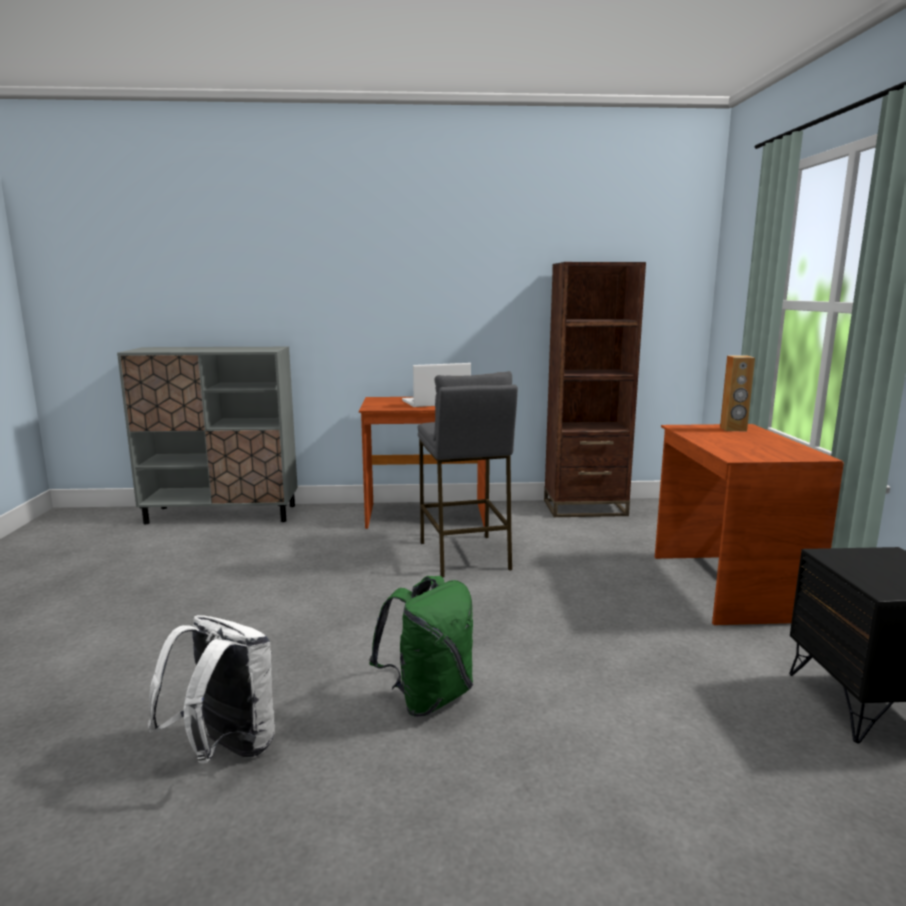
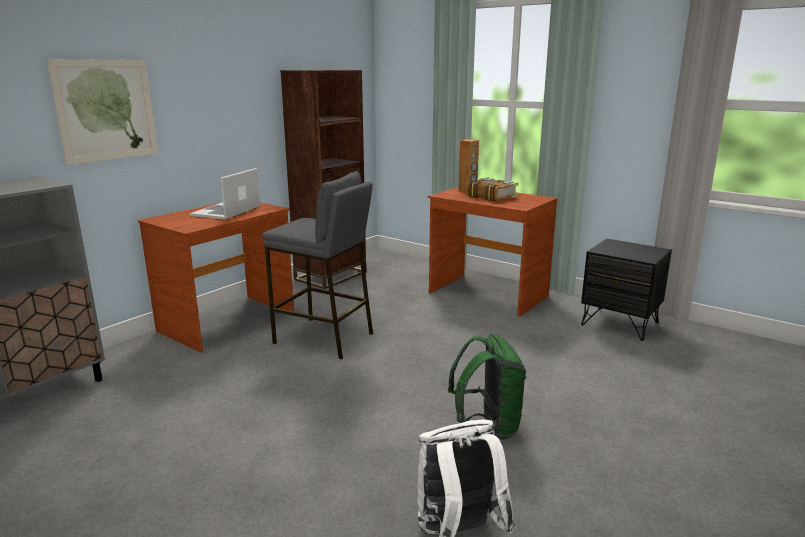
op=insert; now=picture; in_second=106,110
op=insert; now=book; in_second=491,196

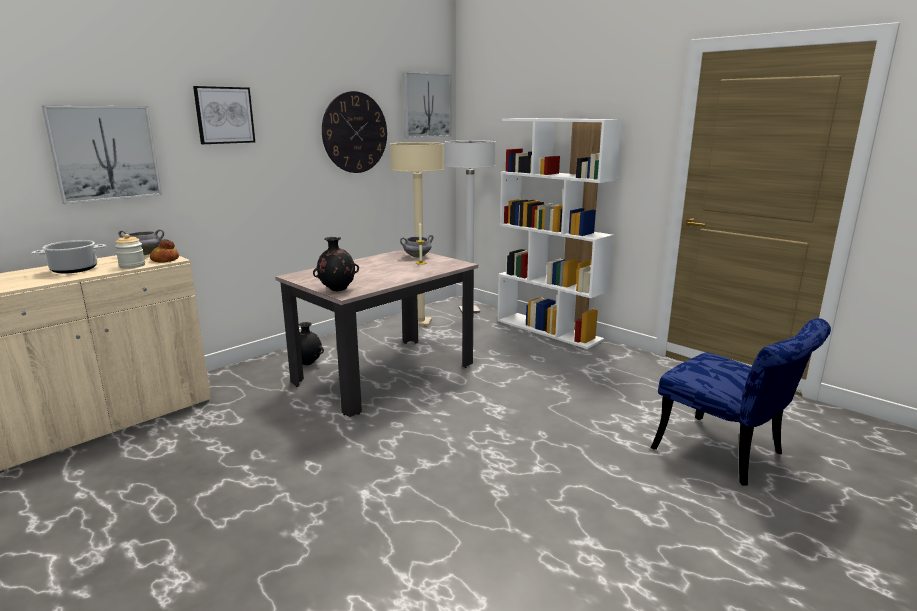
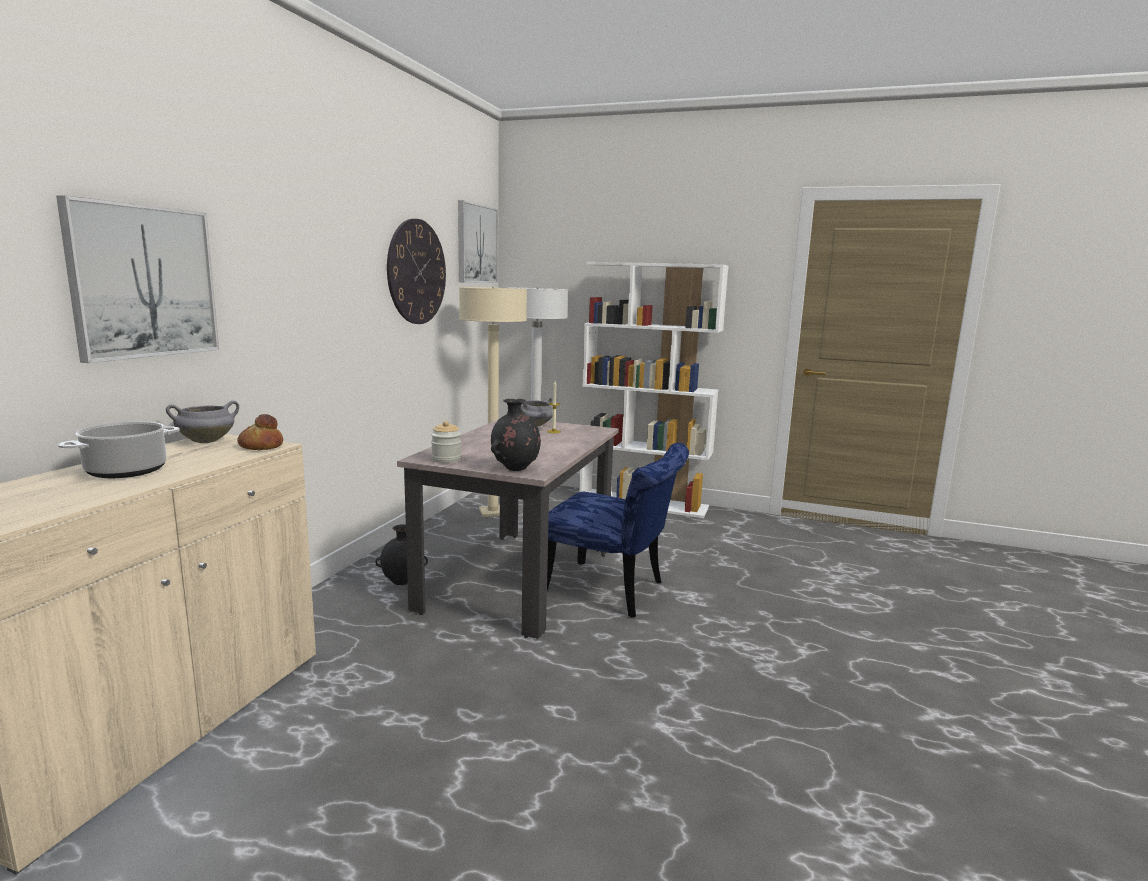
op=delete; was=picture; in_first=224,115
op=move; was=jar; in_first=132,266; in_second=446,459
op=move; was=chair (blue); in_first=728,455; in_second=613,592

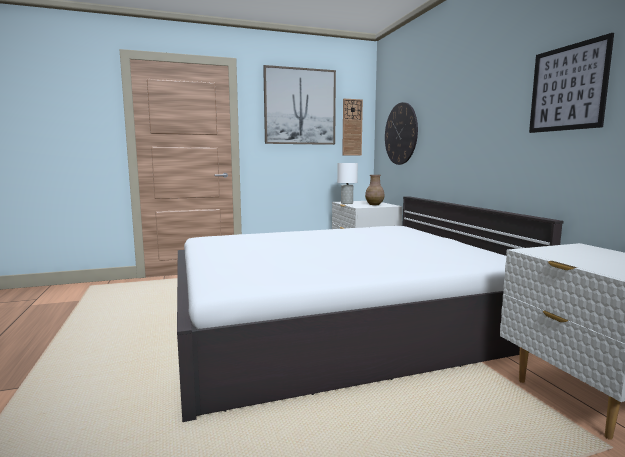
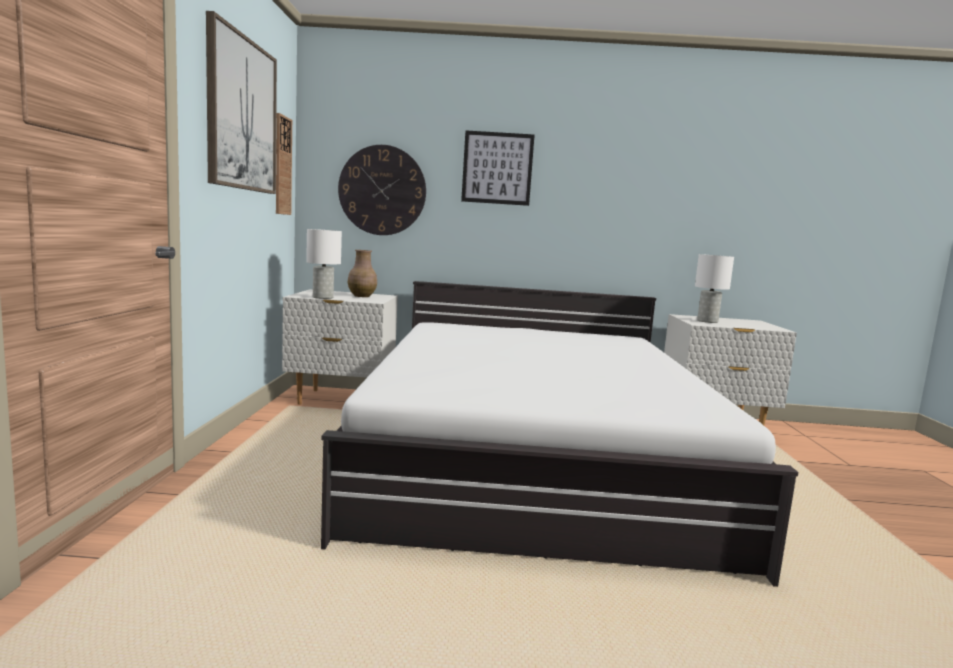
op=insert; now=table lamp (white); in_second=707,321
op=move; was=picture; in_first=567,88; in_second=497,168

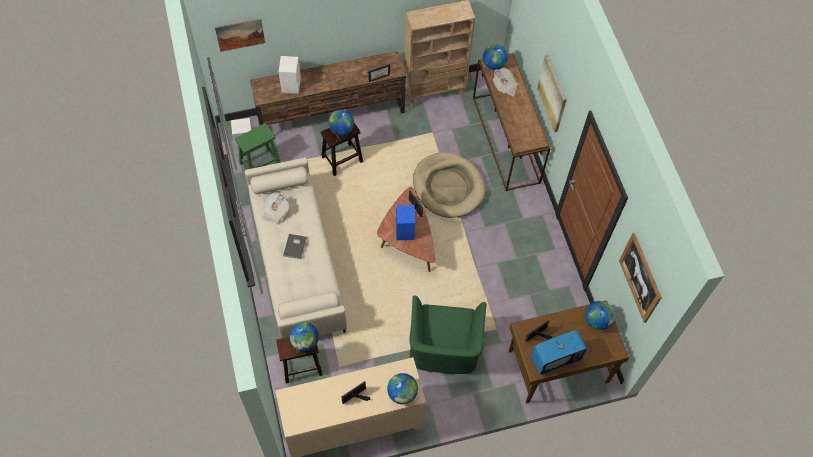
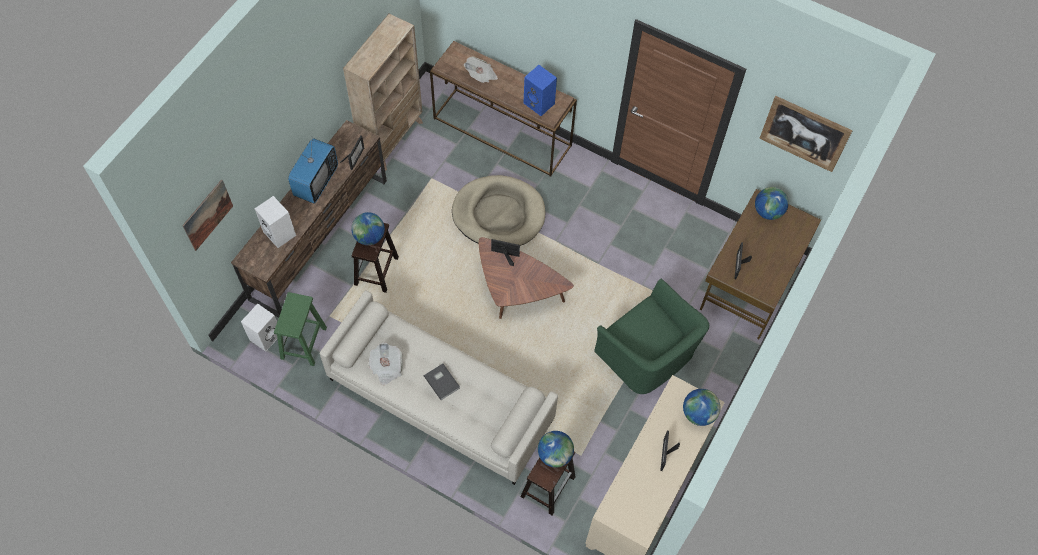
op=delete; was=globe; in_first=493,64
op=delete; was=picture; in_first=553,93
op=move; was=speaker (blue); in_first=405,231; in_second=540,103
op=move; was=television; in_first=555,358; in_second=316,182

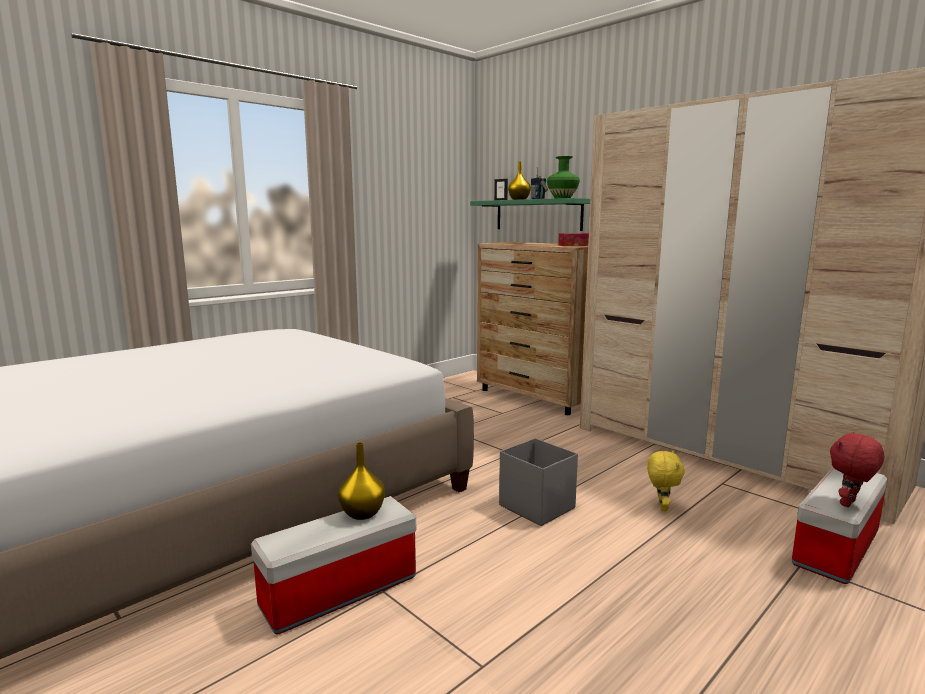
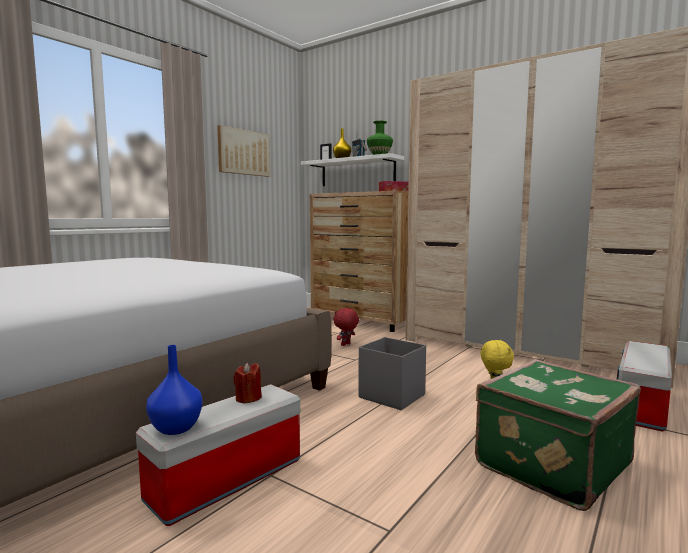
op=insert; now=vase (blue); in_second=177,428
op=insert; now=picture; in_second=244,152
op=insert; now=suitcase (green); in_second=549,464
op=move; was=plush toy (red); in_first=849,504; in_second=346,345
op=replace; was=vase (yellow); now=candle (red); in_first=363,513; in_second=248,398
op=recolor; was=shelf (green); now=shelf (white); in_first=538,215; in_second=357,172

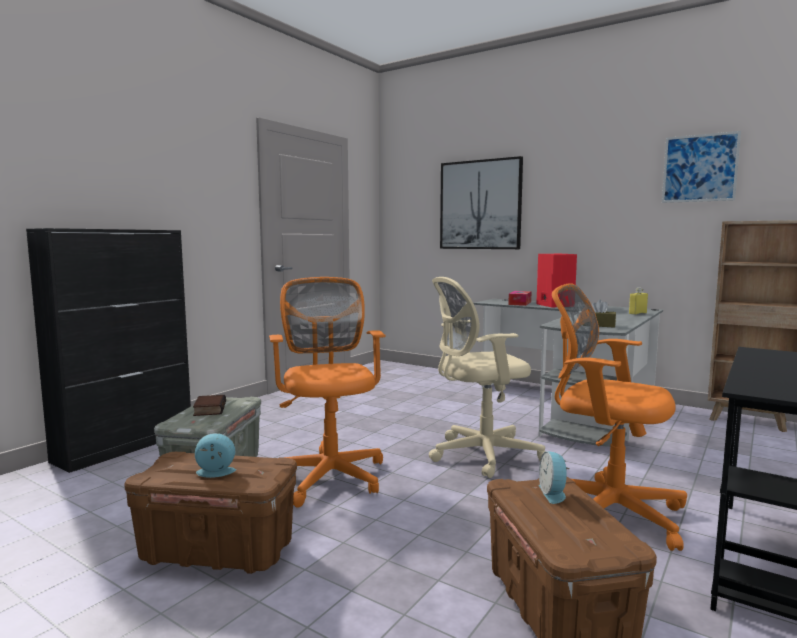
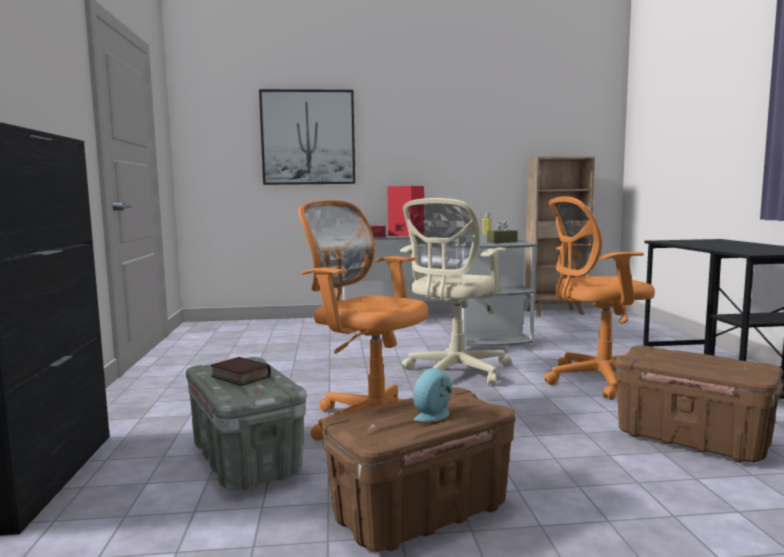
op=delete; was=alarm clock; in_first=553,493
op=delete; was=picture; in_first=699,168

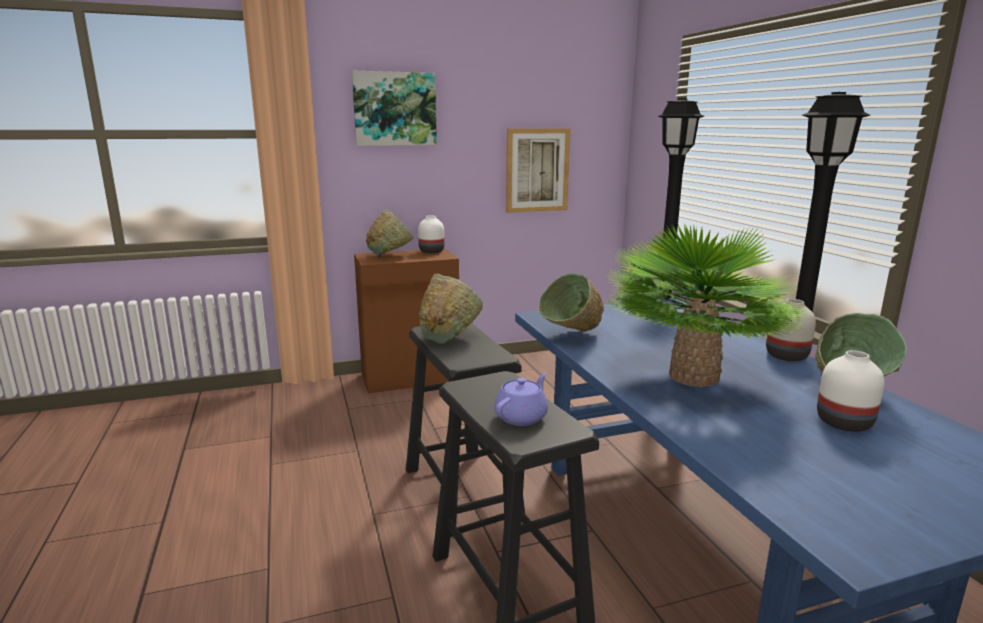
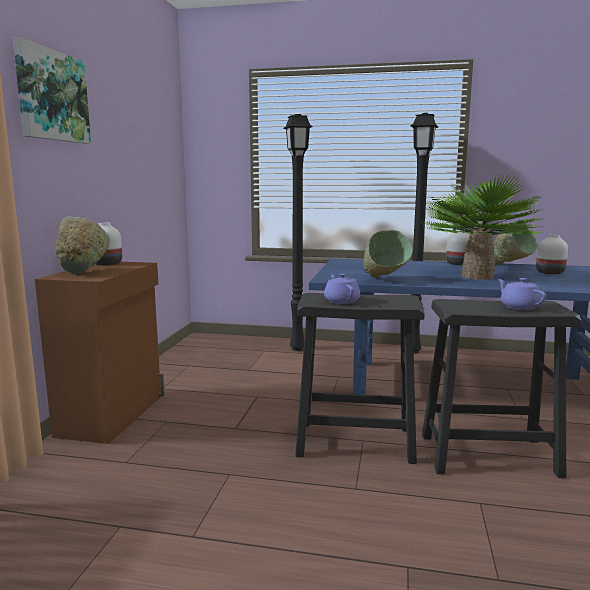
op=delete; was=picture; in_first=537,170
op=replace; was=bowl (green); now=teapot (purple); in_first=448,338; in_second=341,301

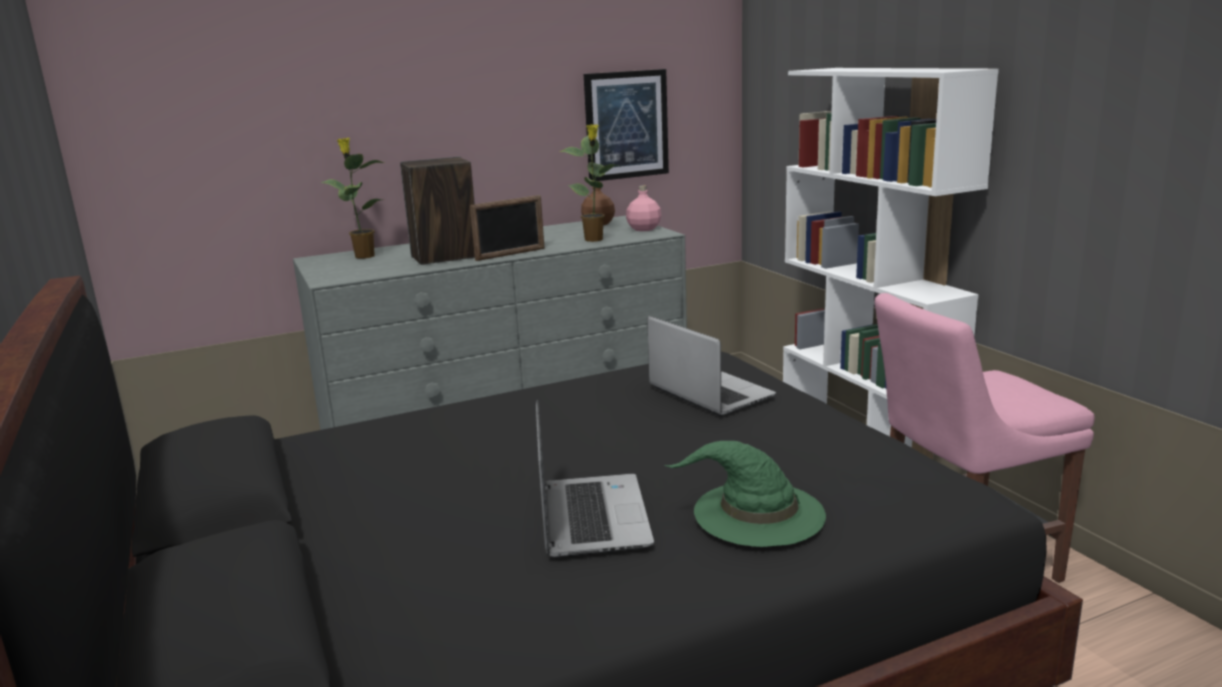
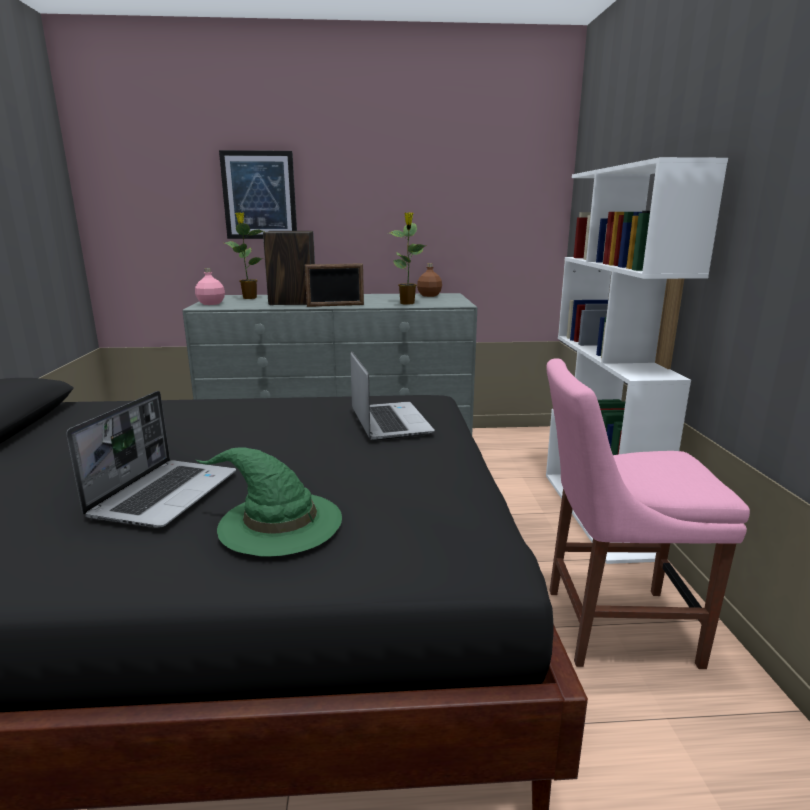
op=move; was=picture; in_first=626,125; in_second=259,195
op=move; was=bottle (pink); in_first=643,229; in_second=210,304

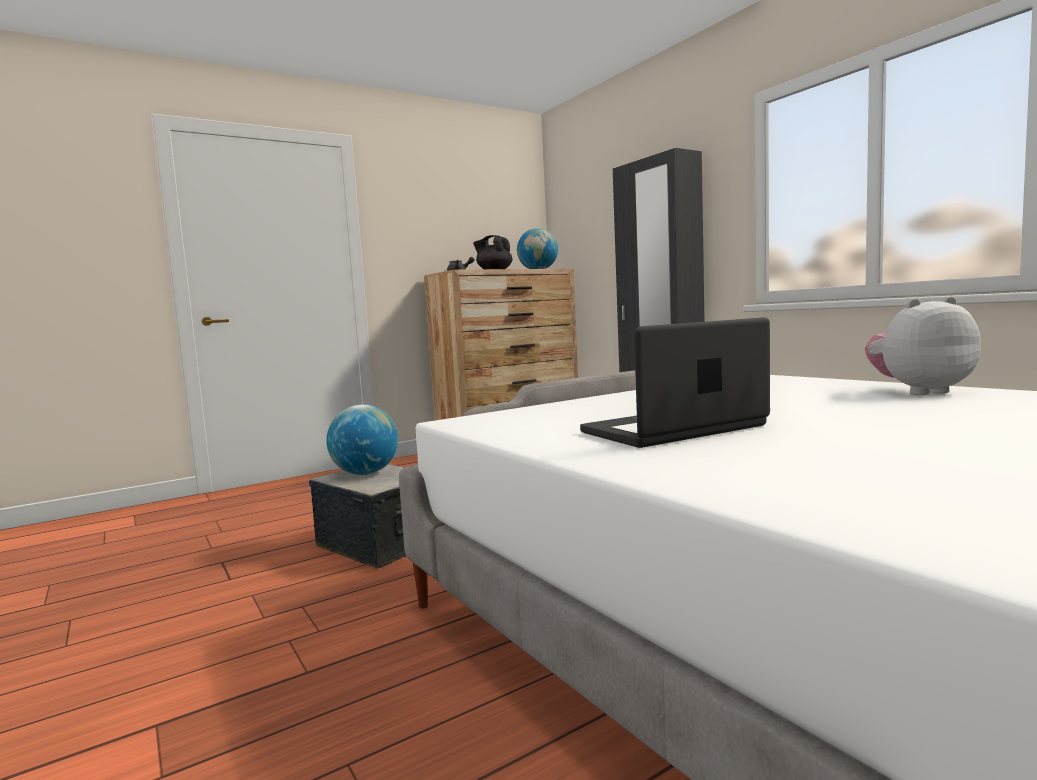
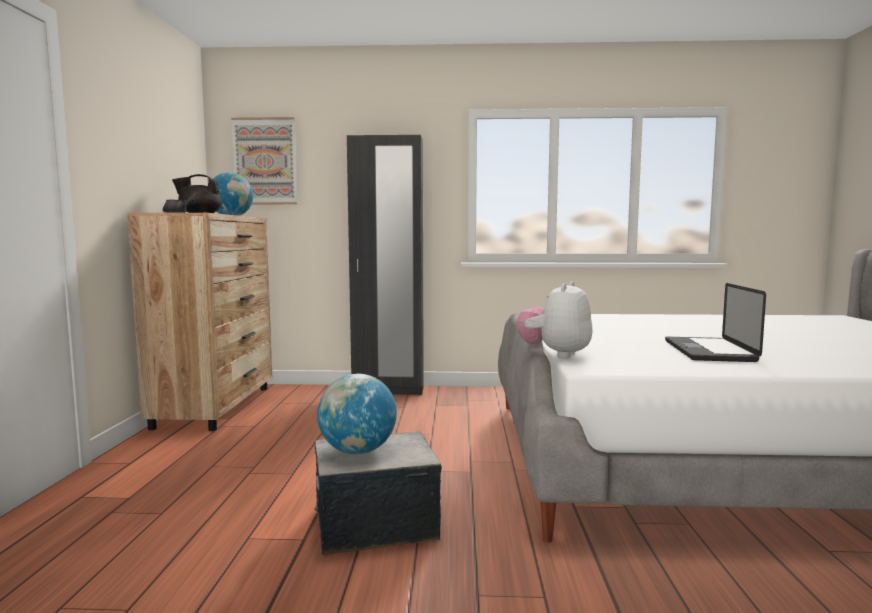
op=insert; now=picture; in_second=265,161
op=move; was=plush toy; in_first=919,391; in_second=555,354

